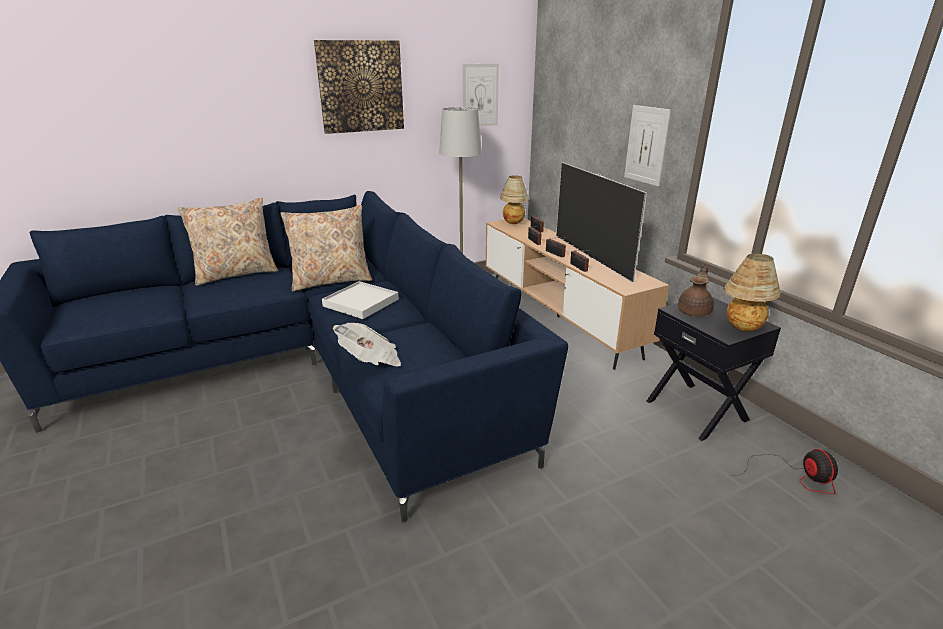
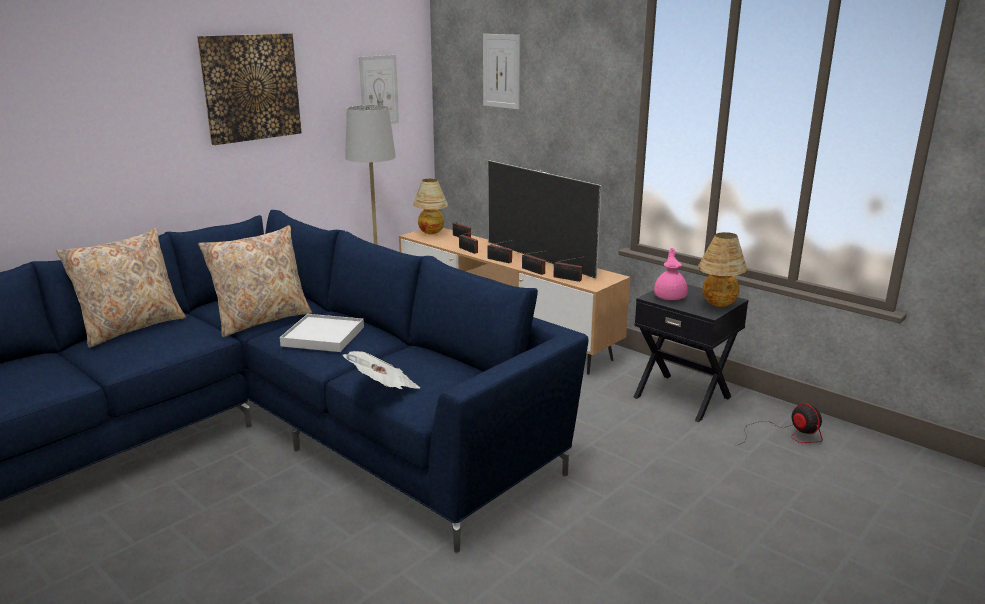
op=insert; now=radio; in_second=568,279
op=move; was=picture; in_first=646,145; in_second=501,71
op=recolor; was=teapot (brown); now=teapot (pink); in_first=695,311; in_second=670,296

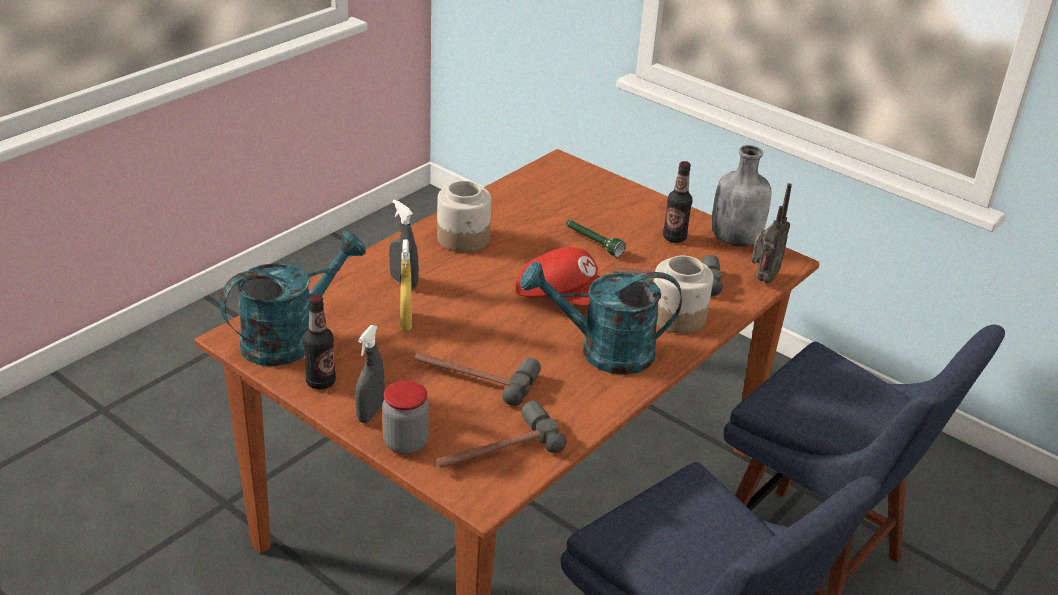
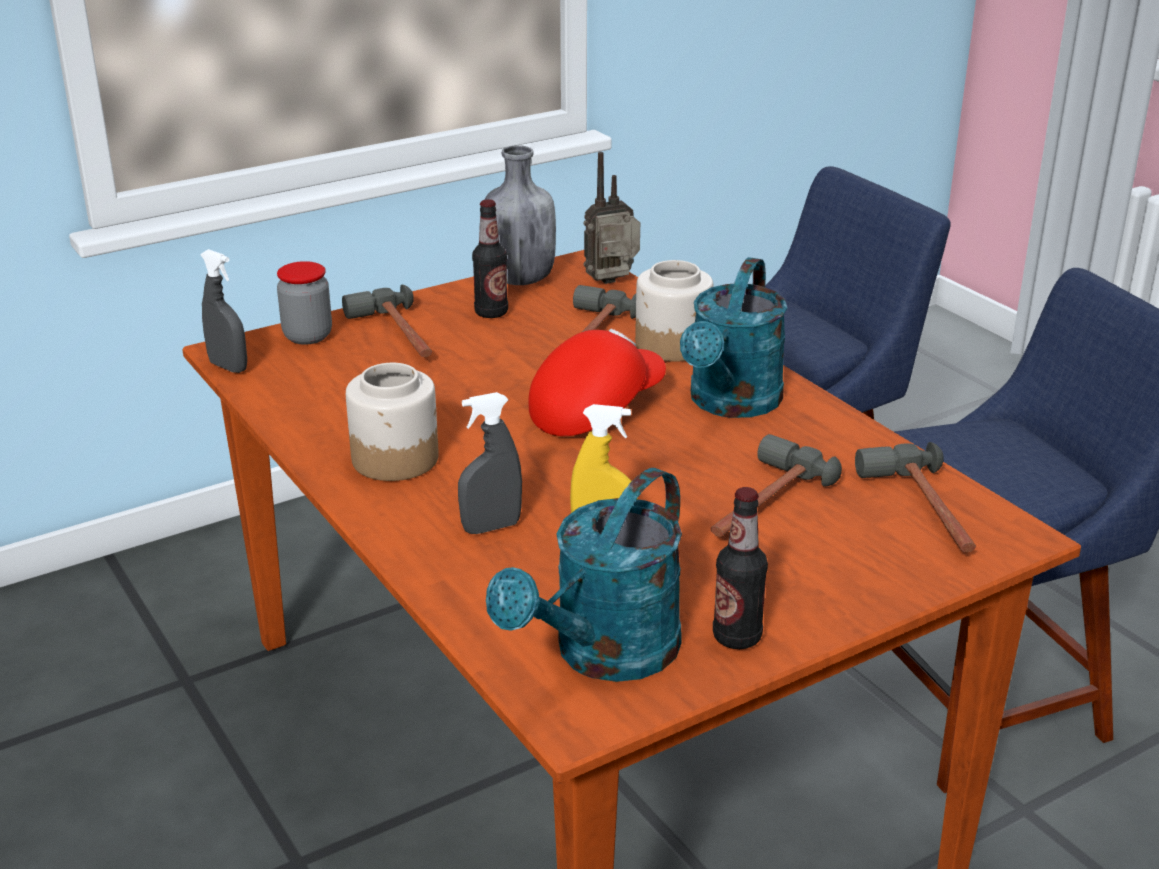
op=delete; was=flashlight (green); in_first=593,243
op=insert; now=hammer; in_second=398,335
op=move; was=spray bottle (grey); in_first=370,413; in_second=228,367
op=move; was=jar; in_first=405,443; in_second=307,336
op=rotate; was=watering can (turquoise); in_first=290,338; in_second=604,656; clockwise=-120
op=rotate; was=radio; in_first=762,279; in_second=613,283; clockwise=-75

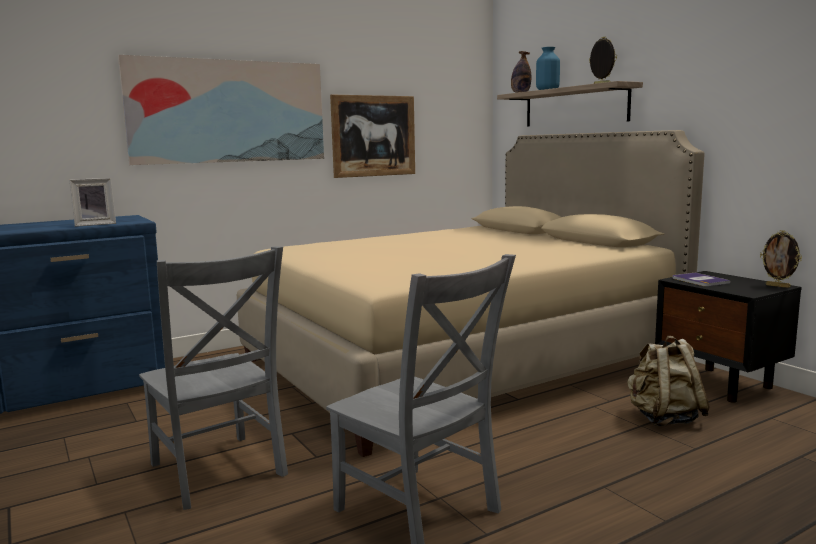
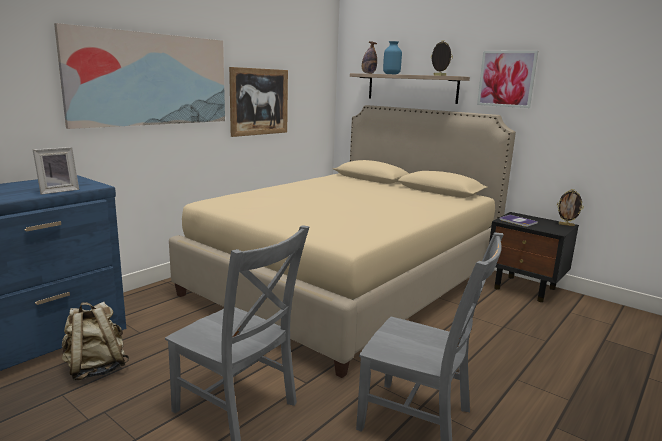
op=insert; now=picture; in_second=506,79
op=move; was=backpack (beige); in_first=664,419; in_second=96,368

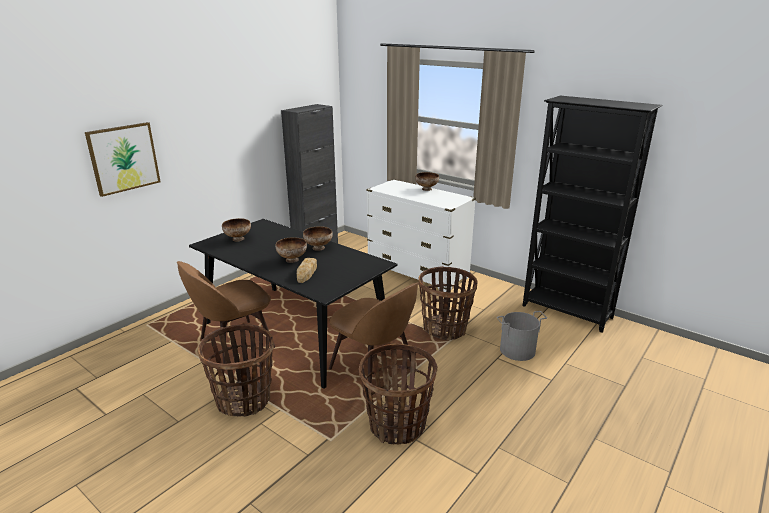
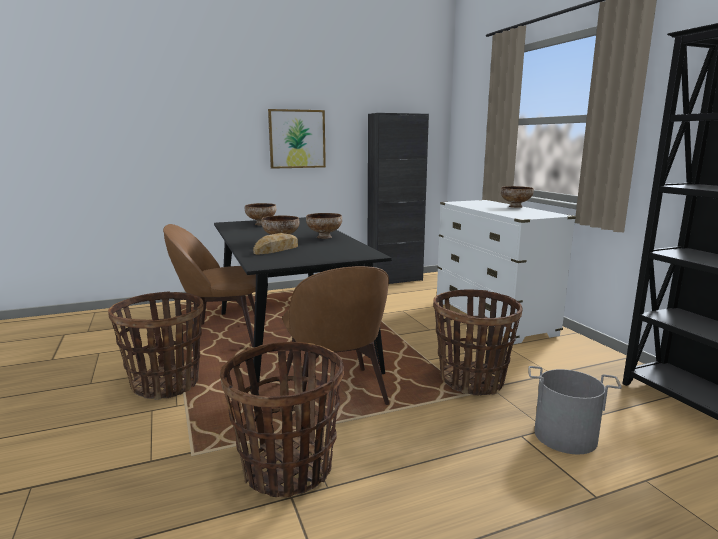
op=move; was=picture; in_first=124,158; in_second=297,139

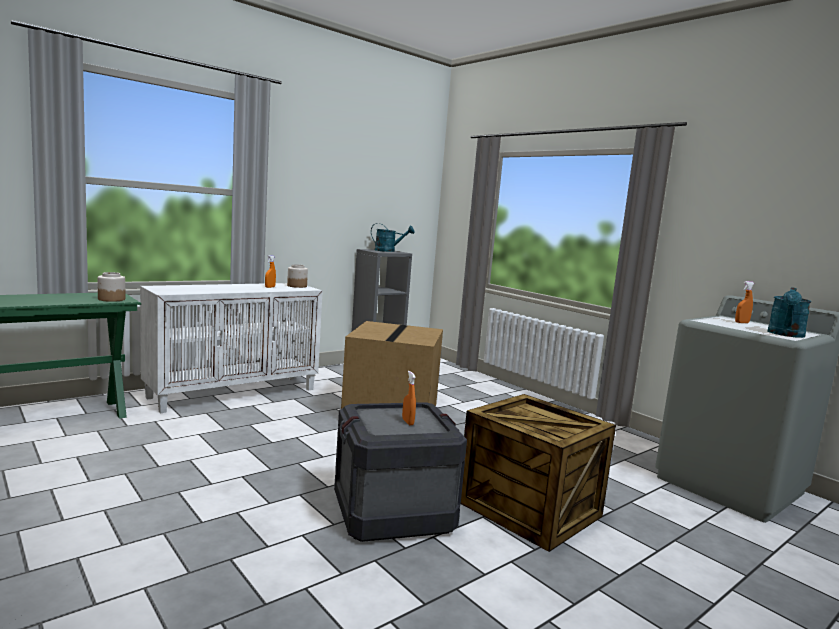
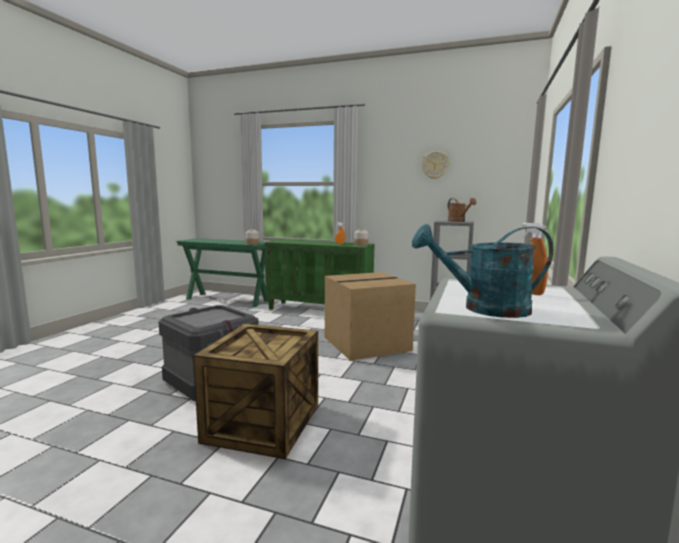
op=delete; was=spray bottle (orange); in_first=407,422
op=insert; now=wall clock; in_second=435,165
op=recolor; was=cabinet (white); now=cabinet (green); in_first=234,393; in_second=320,310
op=recolor; was=watering can (turquoise); now=watering can (brown); in_first=388,251; in_second=458,221

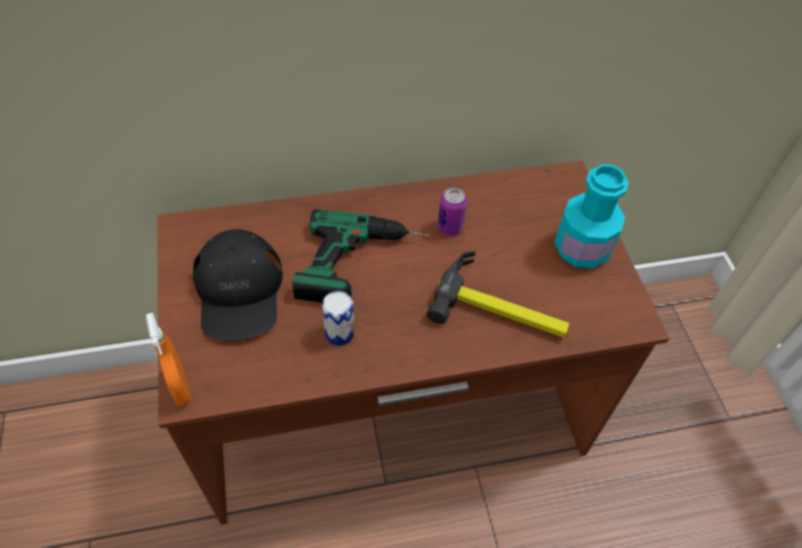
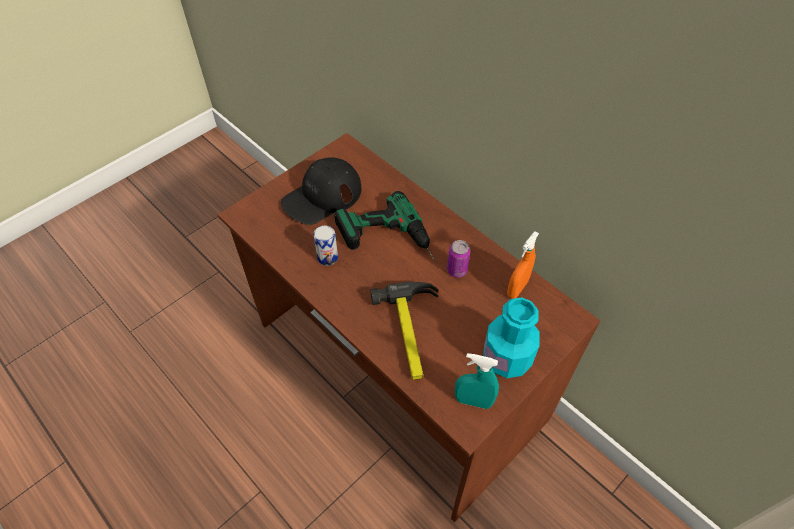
op=insert; now=spray bottle (turquoise); in_second=473,401
op=move; was=spray bottle (orange); in_first=181,388; in_second=517,288

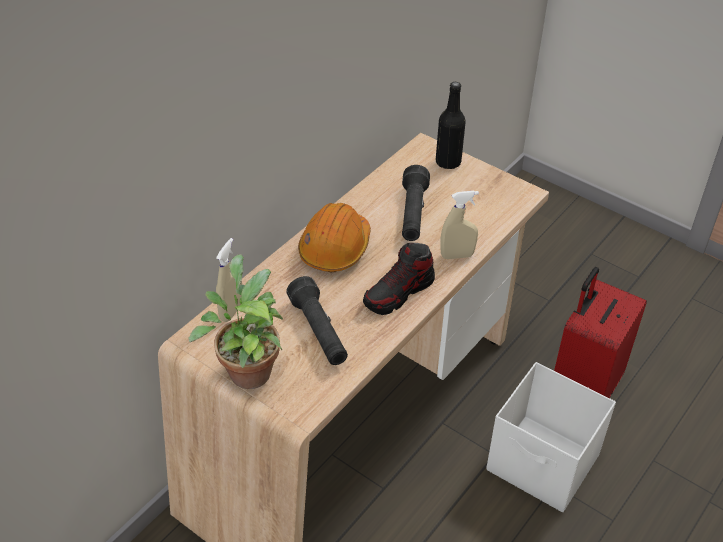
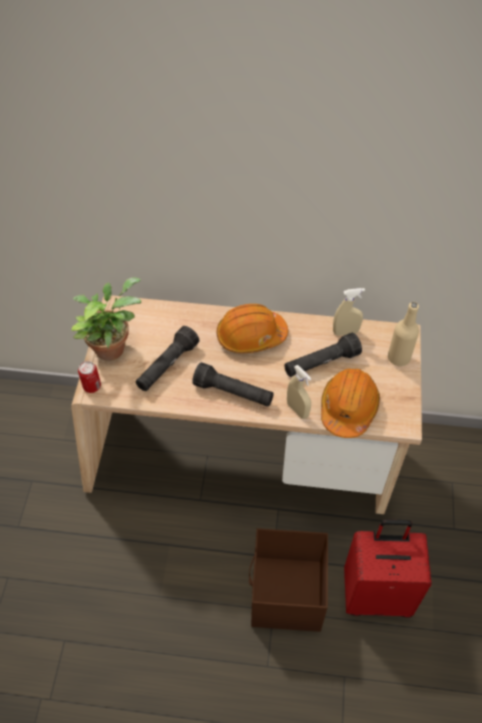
op=insert; now=can; in_second=92,386
op=insert; now=hard hat (orange); in_second=348,408
op=move; was=spray bottle (beige); in_first=231,311; in_second=345,332
op=replace; was=shoe; now=flashlight (black); in_first=399,293; in_second=233,393
op=recolor; was=bottle (black); now=bottle (beige); in_first=448,162; in_second=398,358
op=recolor; was=storage box (white); now=storage box (brown); in_first=543,465; in_second=286,595

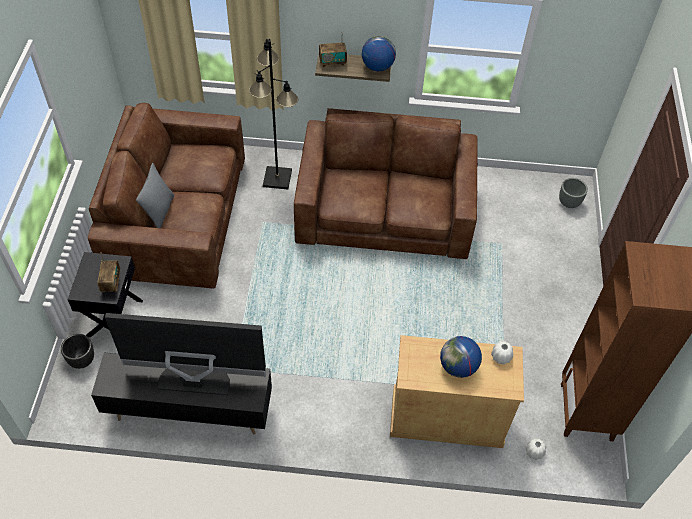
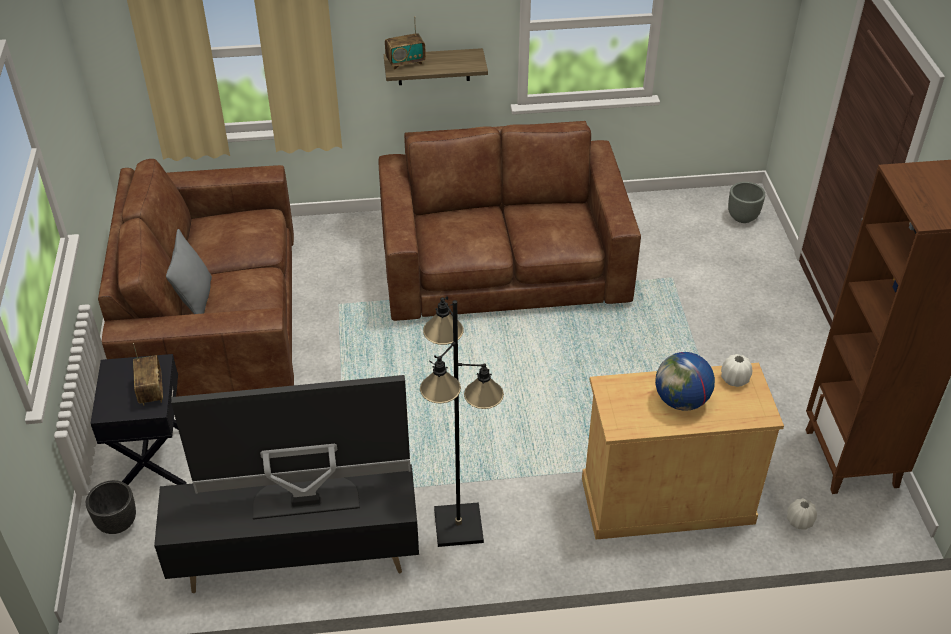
op=delete; was=globe; in_first=377,67
op=move; was=floor lamp (black); in_first=278,178; in_second=459,525

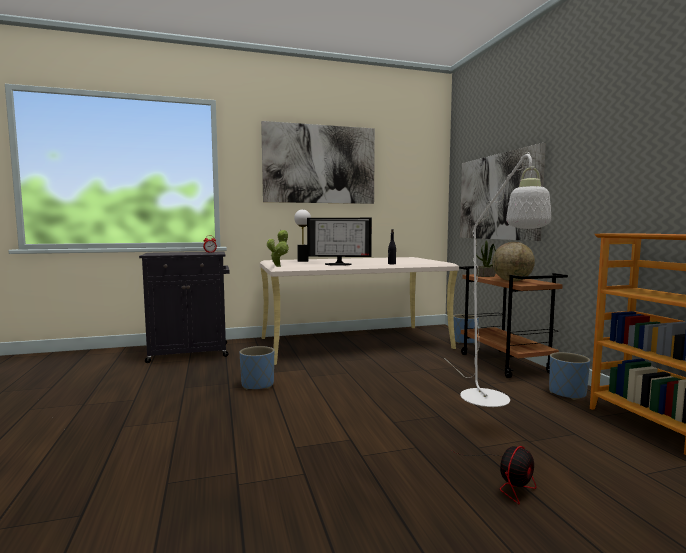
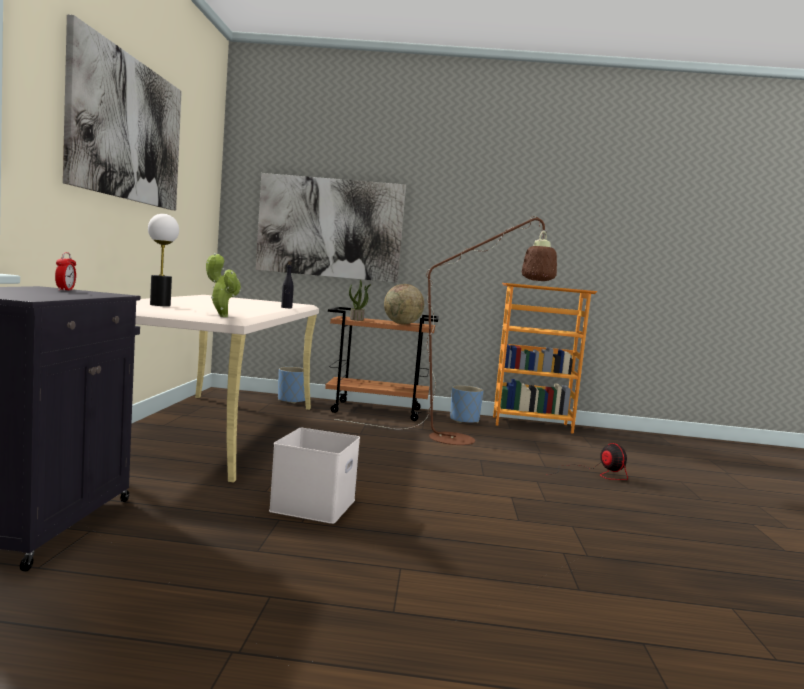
op=delete; was=monitor; in_first=338,264
op=replace; was=planter (blue); now=storage box (white); in_first=258,385; in_second=312,504
op=recolor; was=floor lamp (white); now=floor lamp (brown); in_first=490,402; in_second=464,440

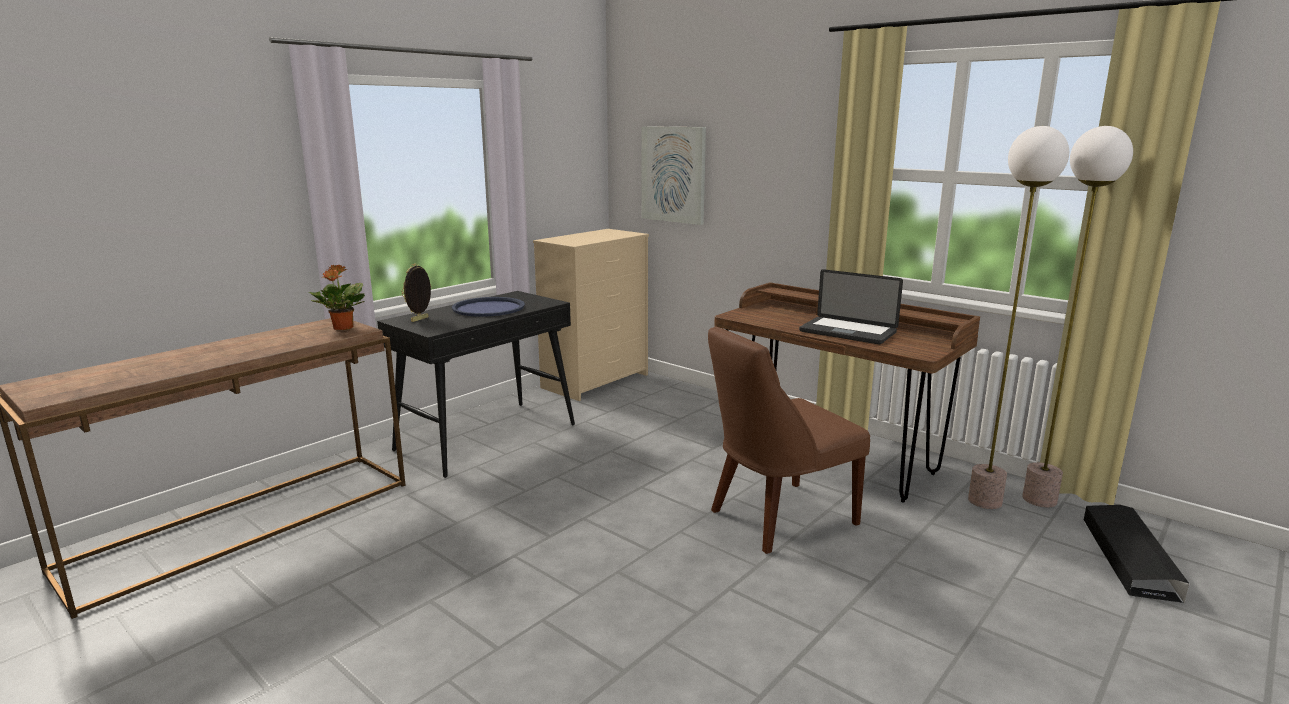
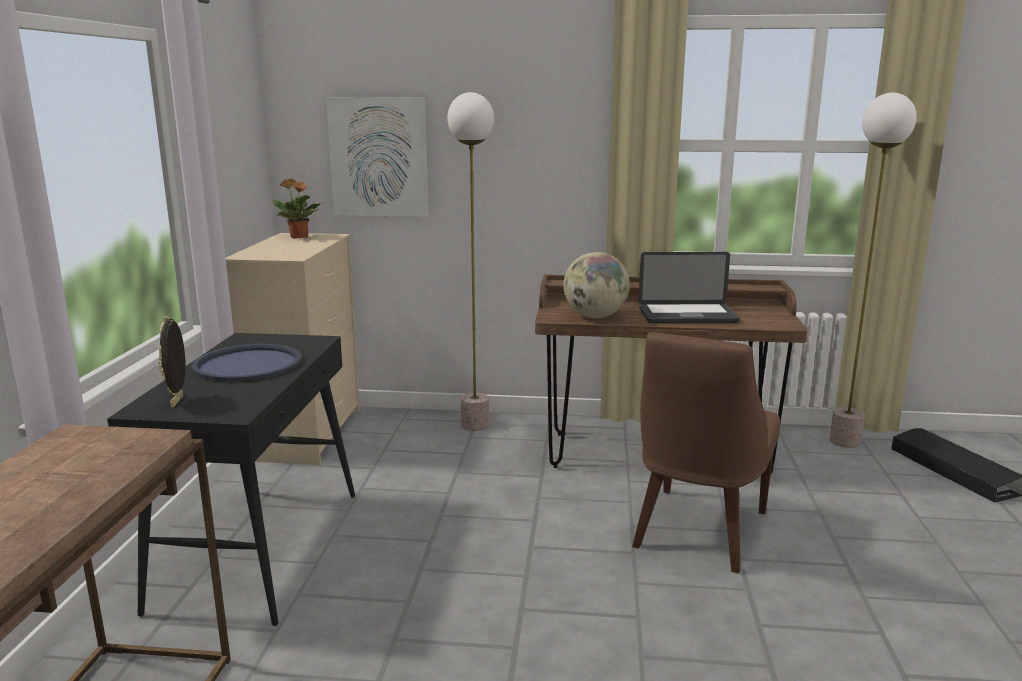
op=insert; now=globe; in_second=595,317
op=move; was=potted plant; in_first=343,328; in_second=299,237
op=move; was=floor lamp; in_first=984,501; in_second=474,425

